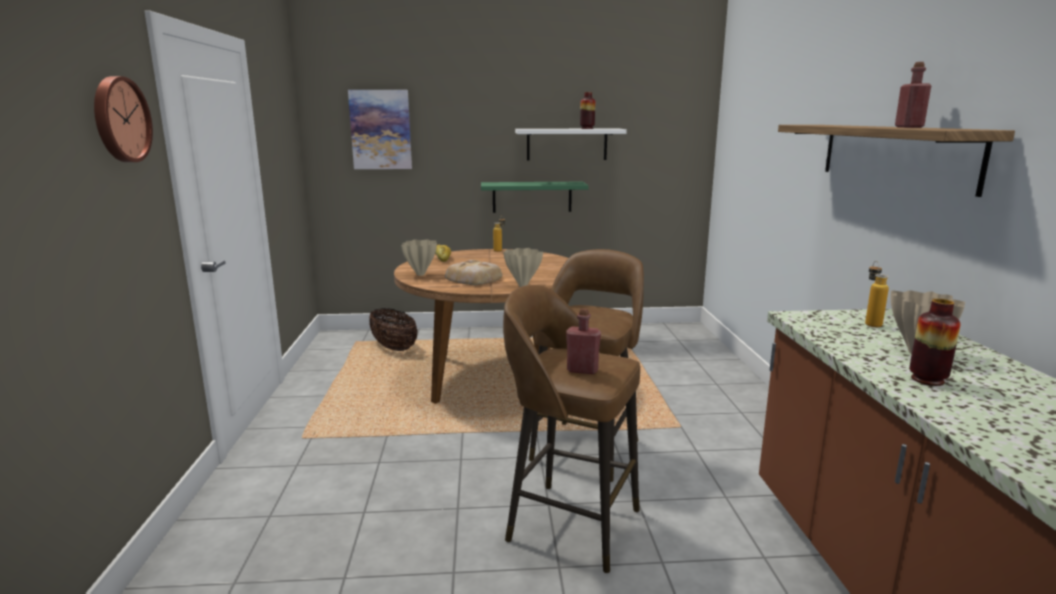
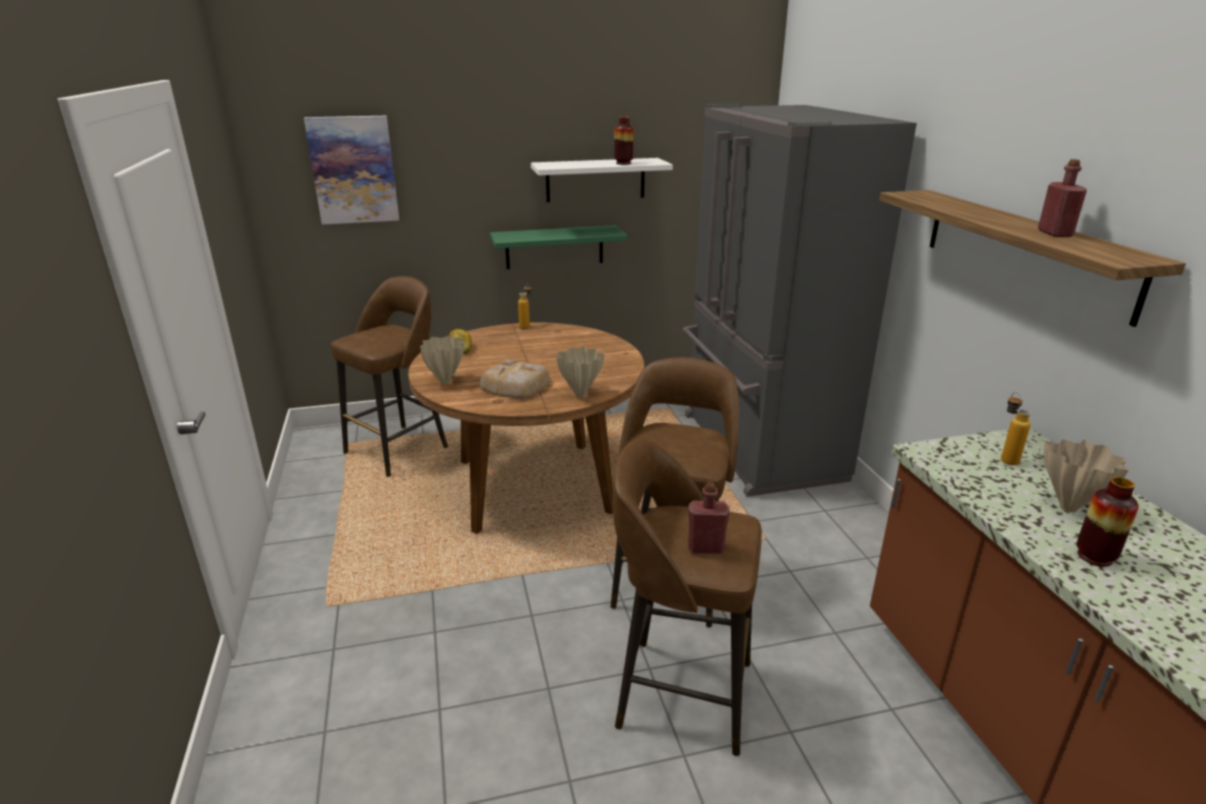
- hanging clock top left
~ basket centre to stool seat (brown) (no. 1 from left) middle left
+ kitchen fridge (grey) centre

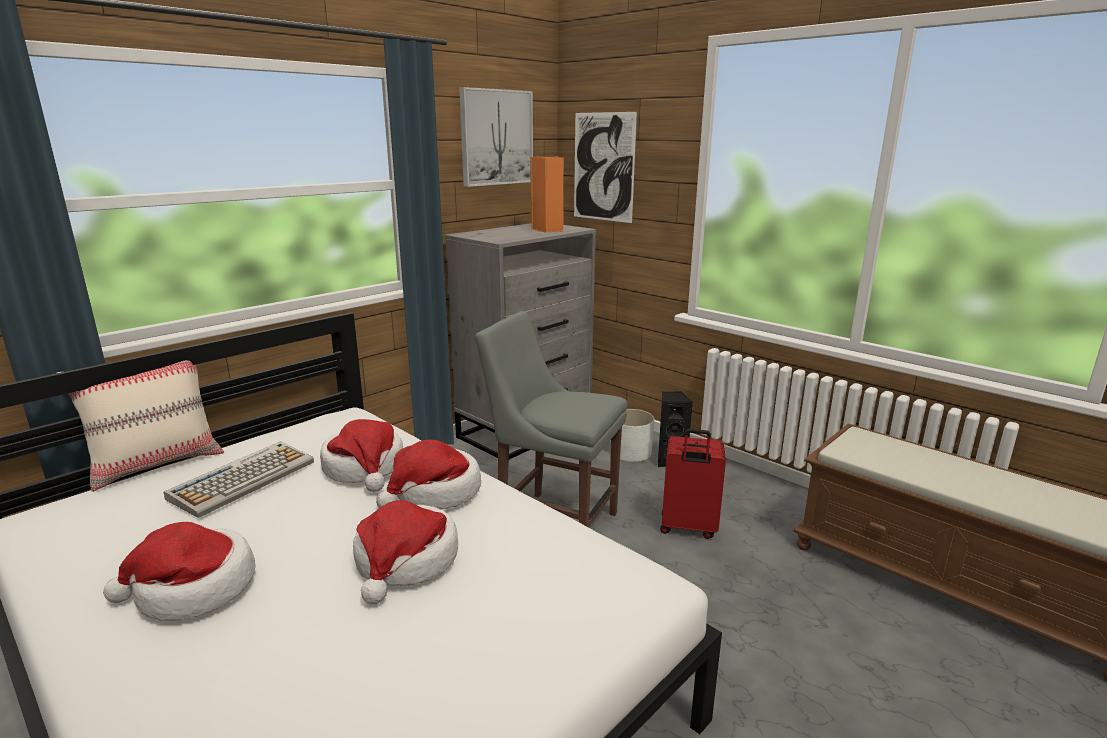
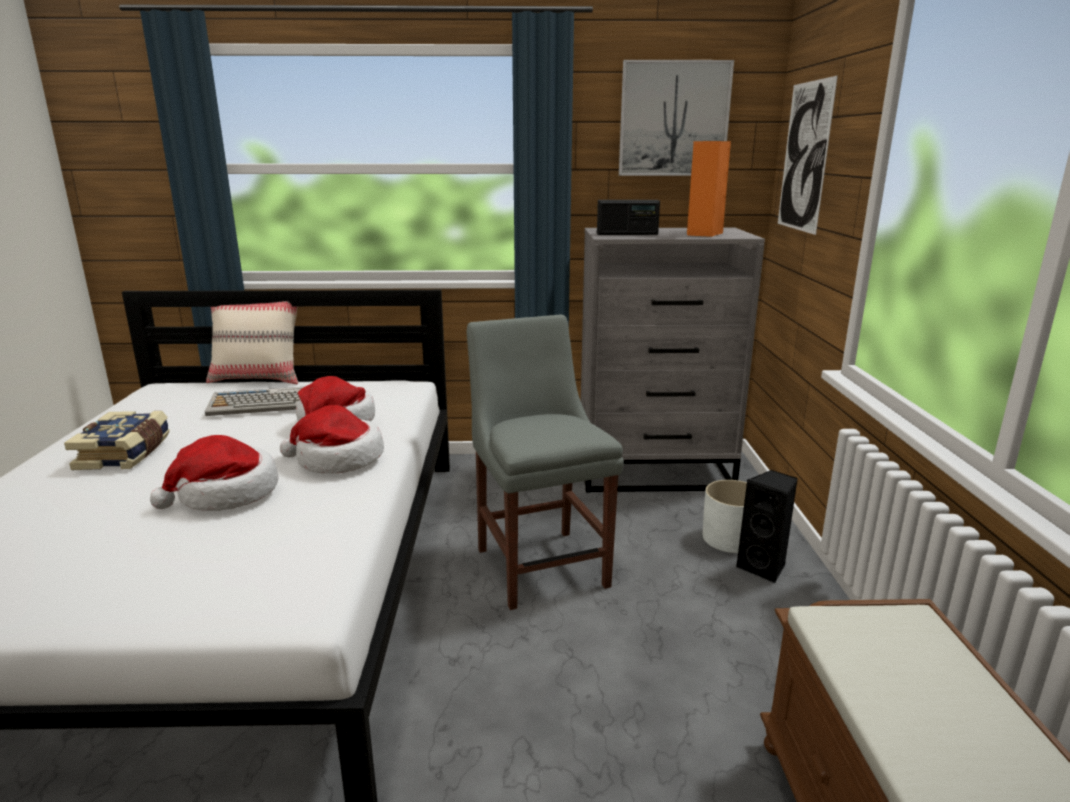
- travel case (reddish) centre
~ hat (no. 1 from left) bottom left to volume middle left
+ radio set top centre

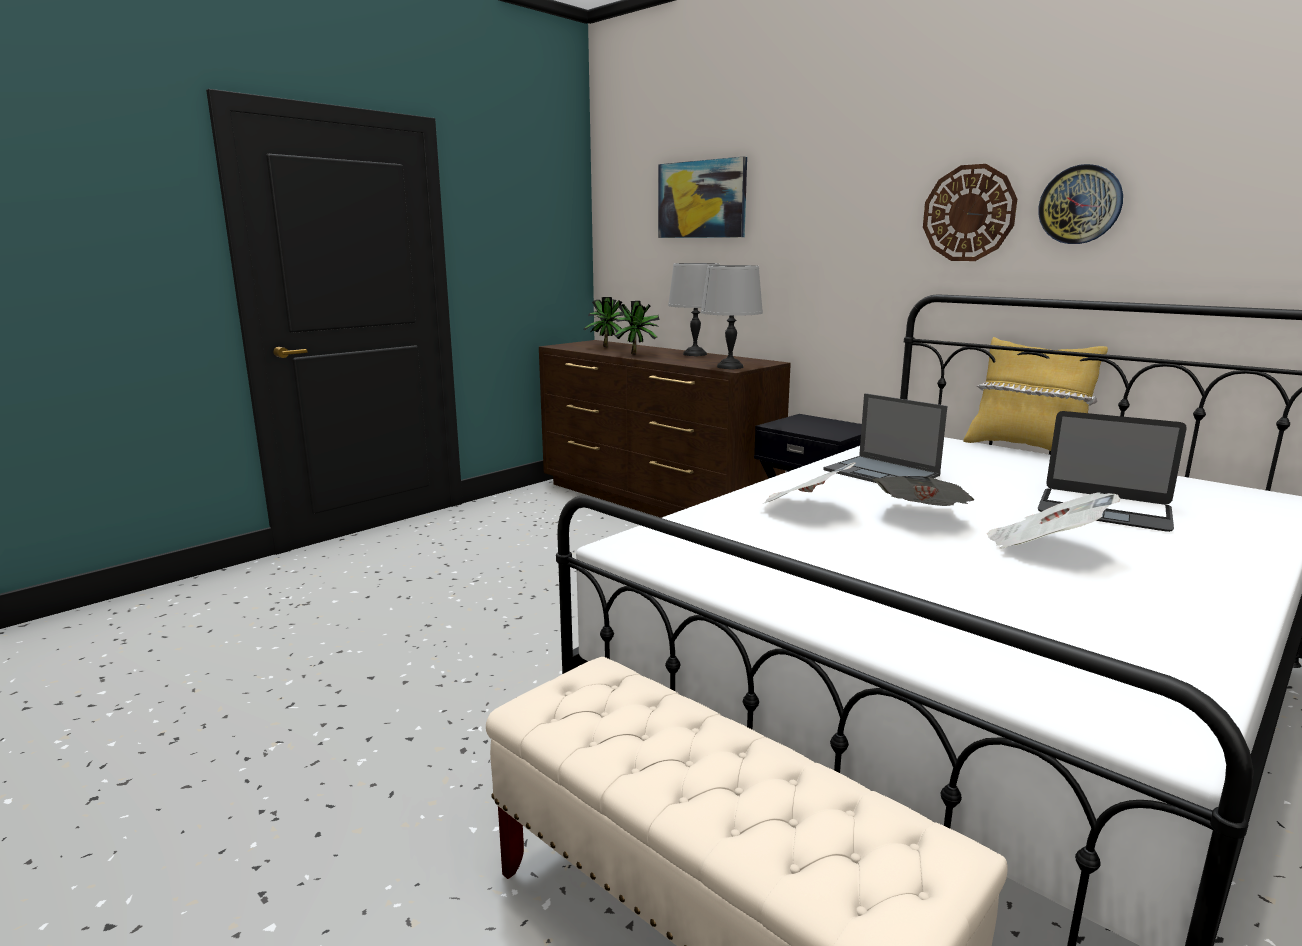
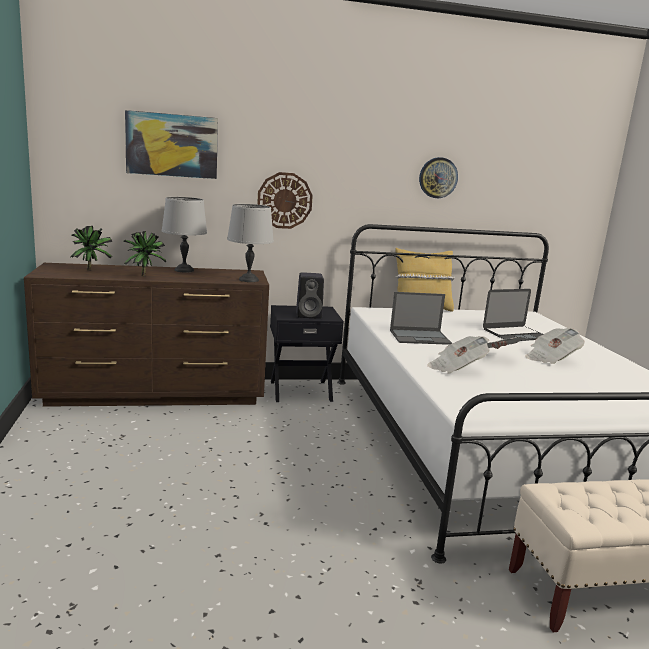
~ hanging clock (no. 1 from left) top right to top centre
+ speaker (black-coloured) centre

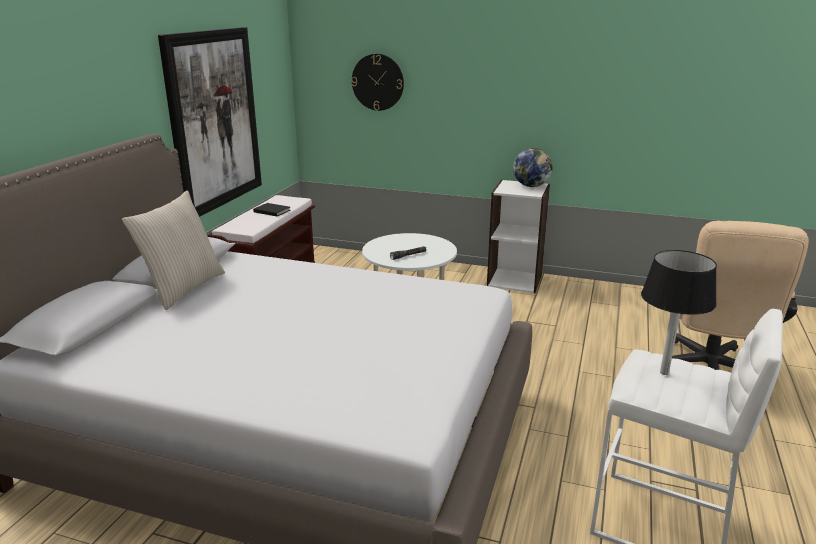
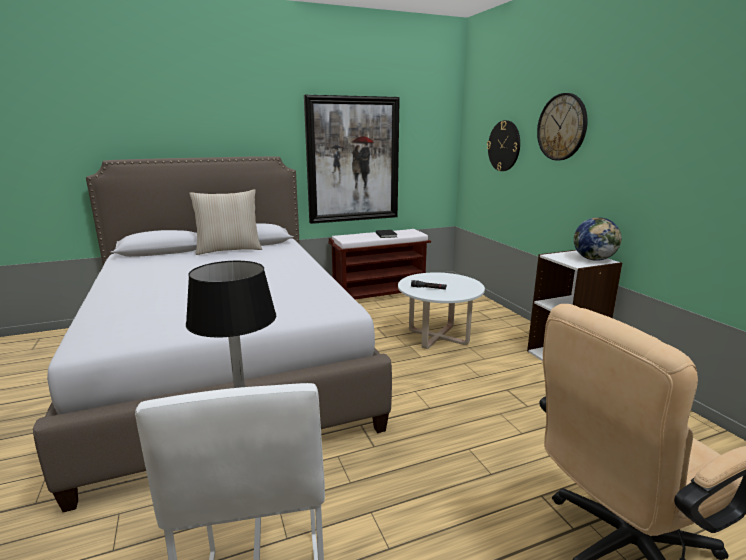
+ hanging clock (no. 2 from left) top right

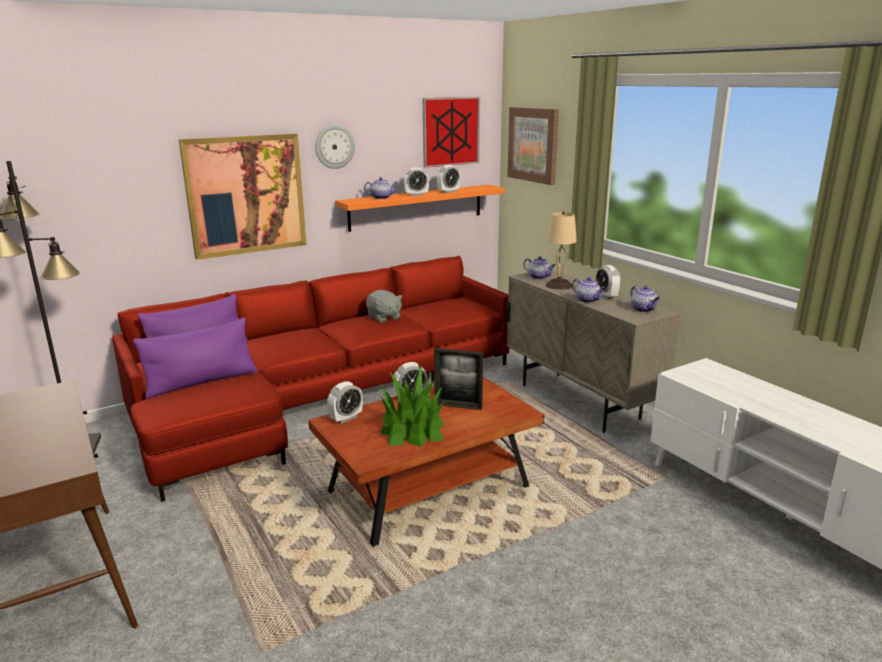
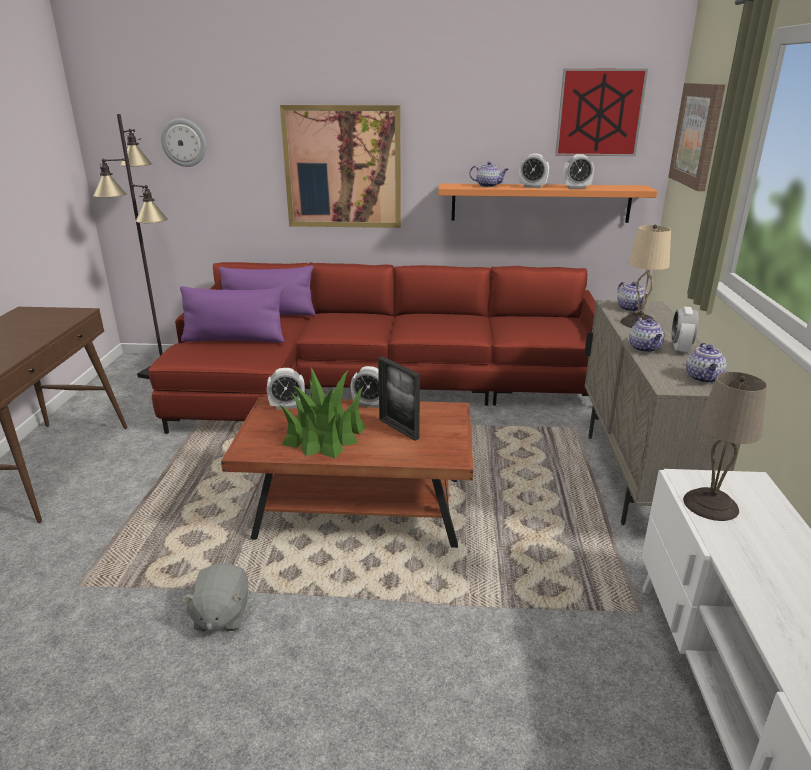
~ hanging clock top centre to top left
~ soft toy (grey) centre to bottom left
+ tabletop lamp (beige) (no. 2 from left) middle right

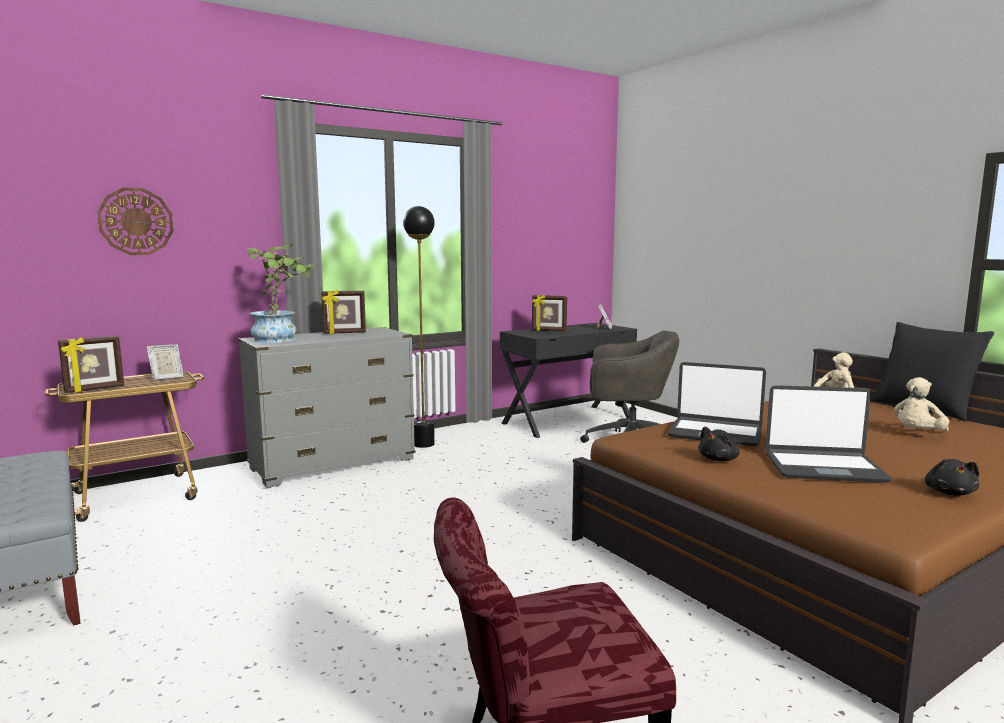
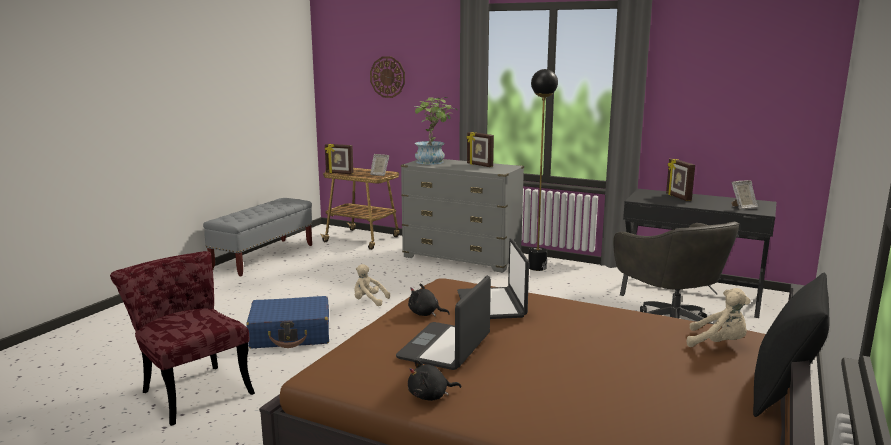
~ soft toy (beige) (no. 2 from left in the first image) middle right to soft toy (beige) (no. 1 from left) centre
~ notebook computer (no. 2 from left in the first image) middle right = bottom centre 45 degrees clockwise
+ travel case (blue-coloured) bottom left

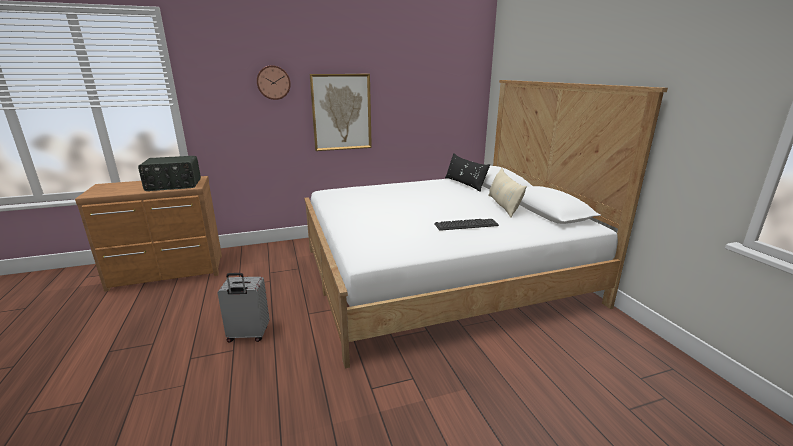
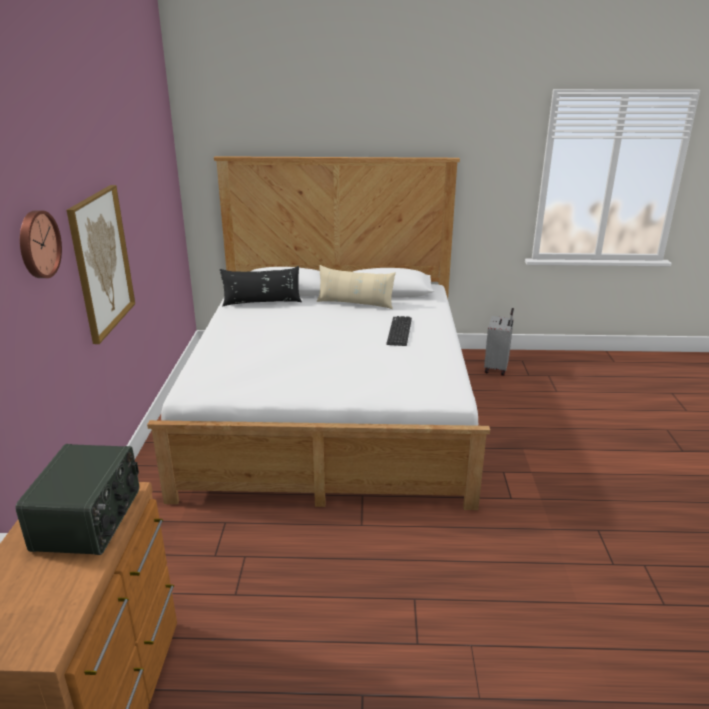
~ travel case (grey) bottom left to middle right

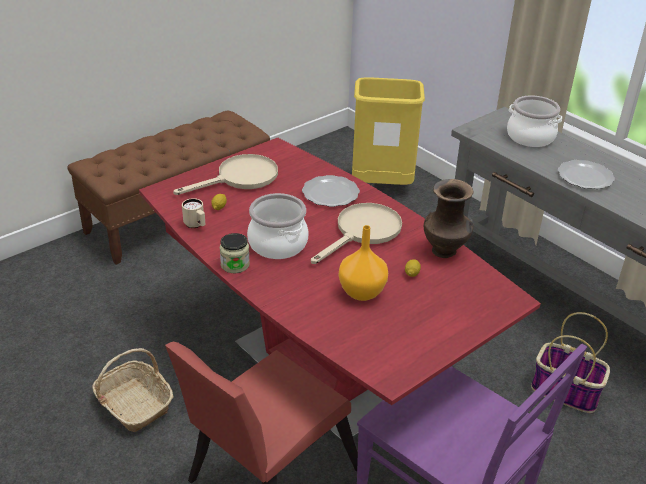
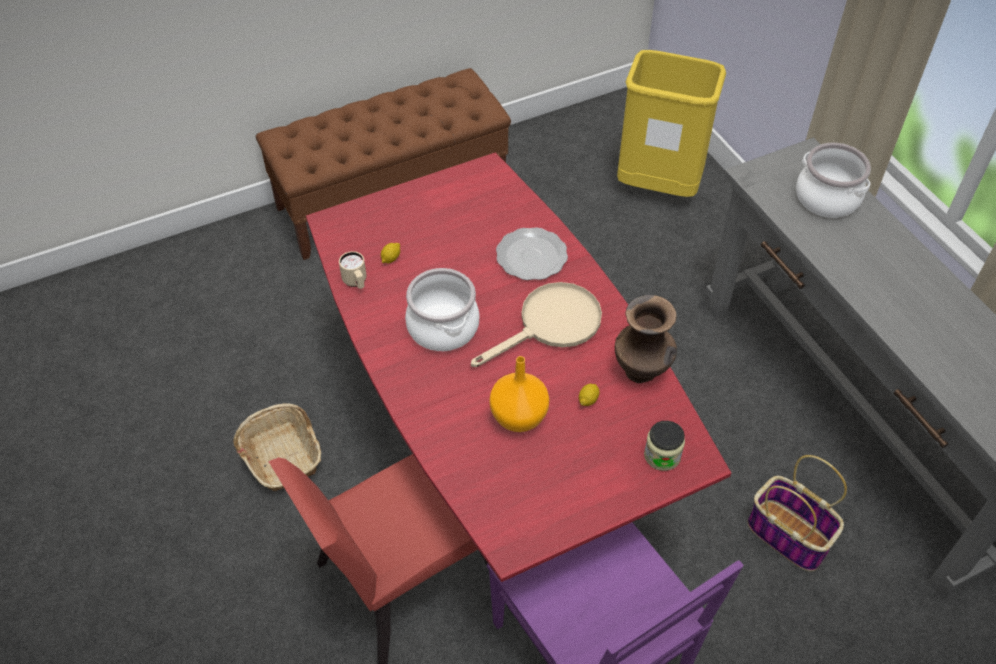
- skillet (beige) (no. 1 from left) centre
- dinner plate (no. 2 from left) middle right
~ preserve jar centre to bottom right

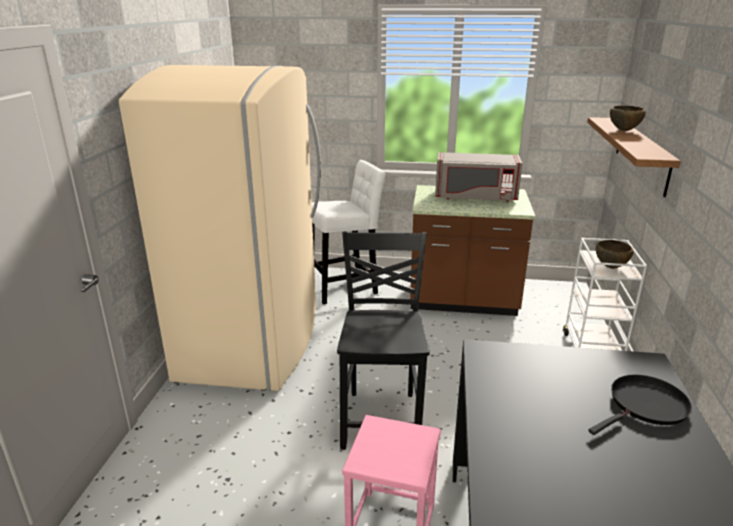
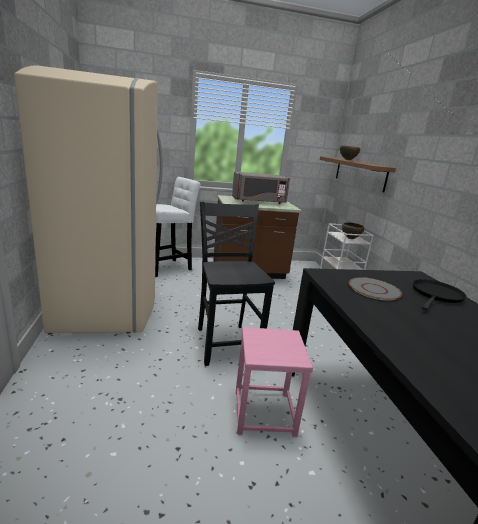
+ dinner plate (grey) middle right

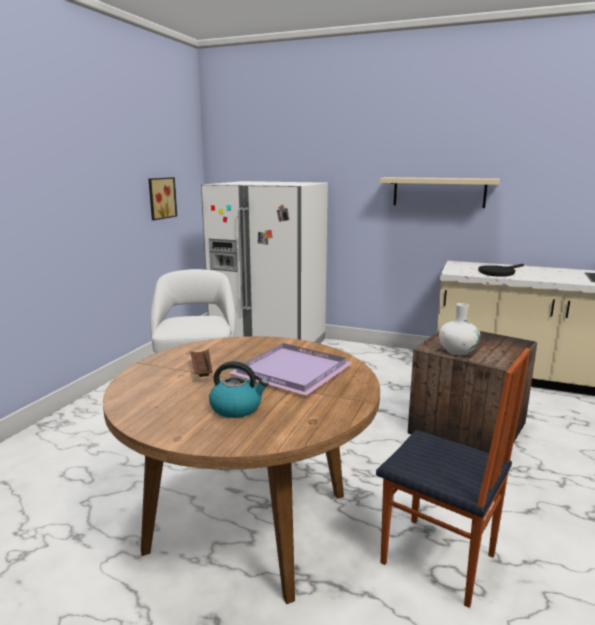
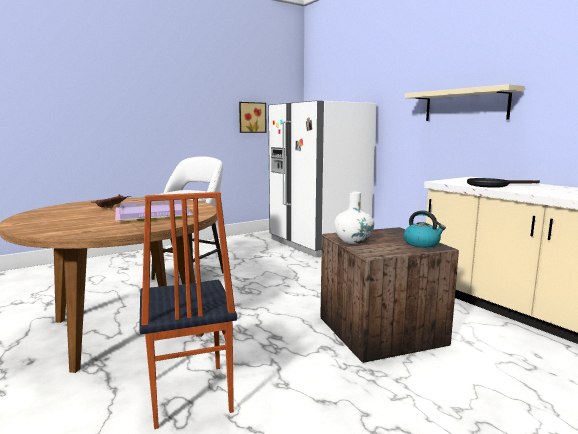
~ kettle centre to middle right

